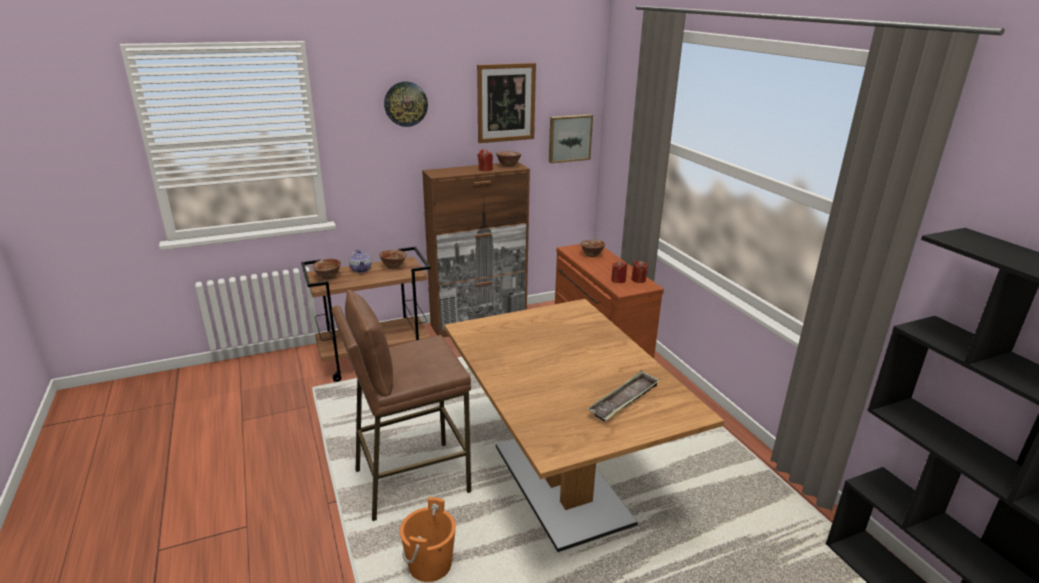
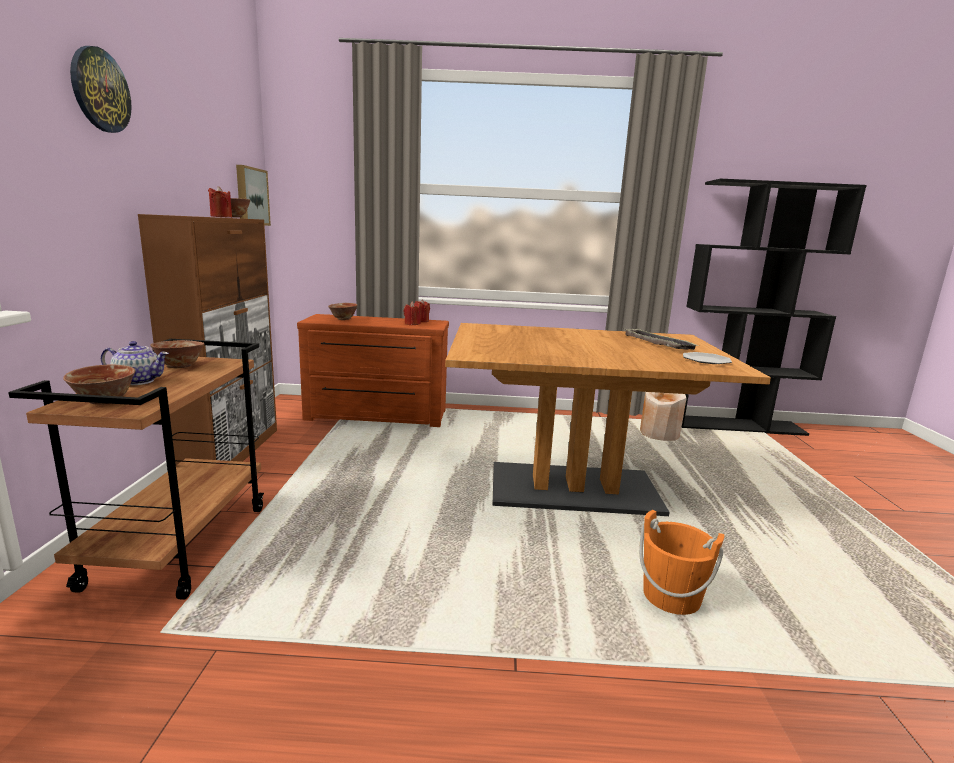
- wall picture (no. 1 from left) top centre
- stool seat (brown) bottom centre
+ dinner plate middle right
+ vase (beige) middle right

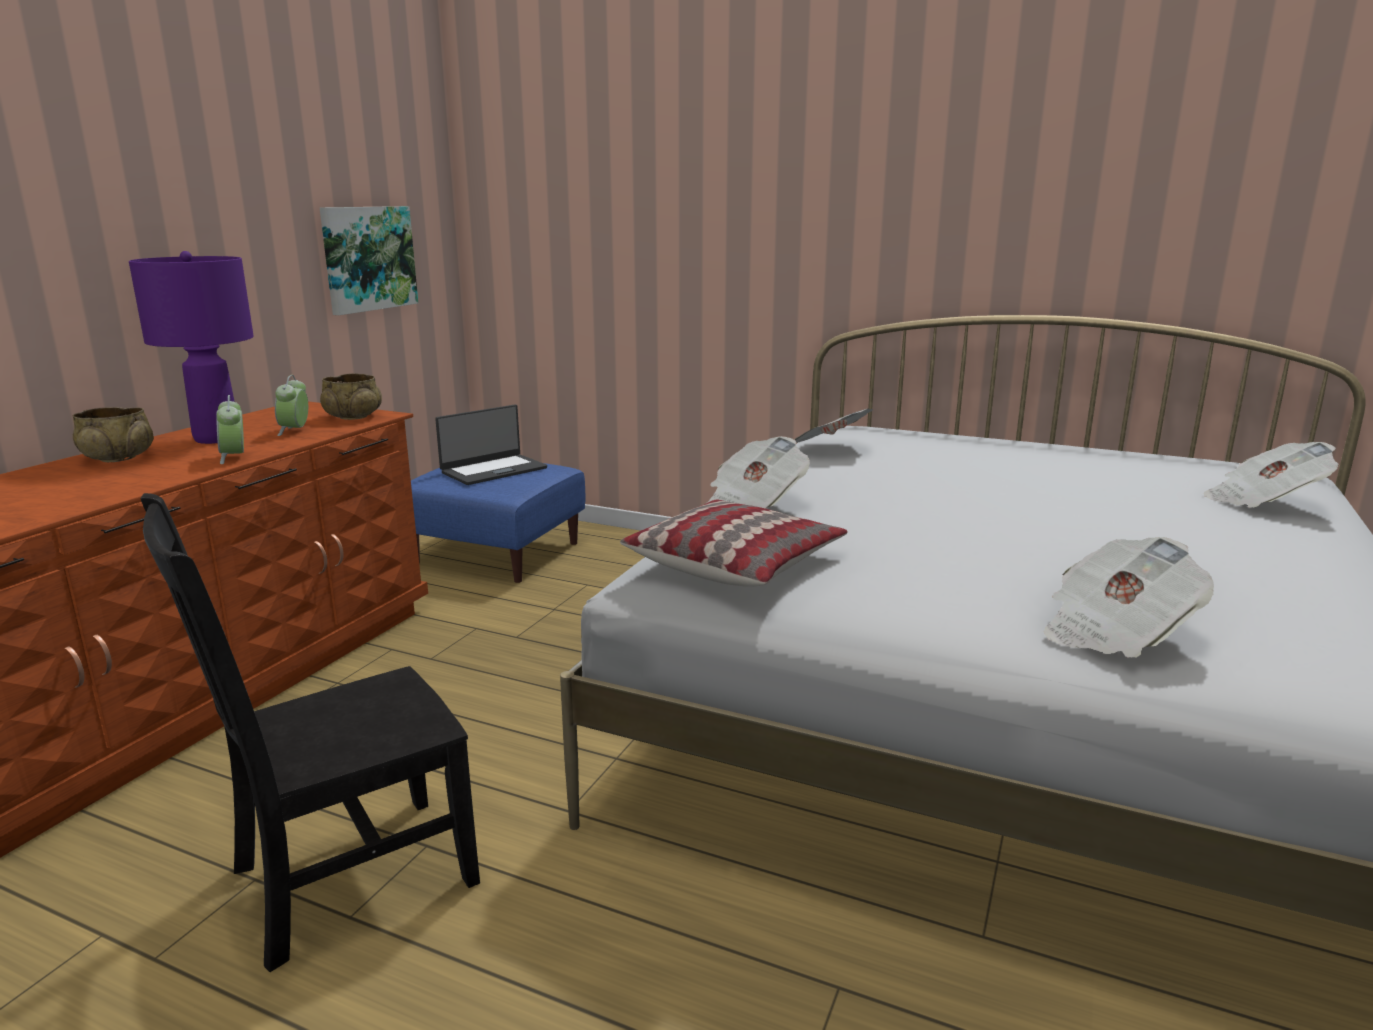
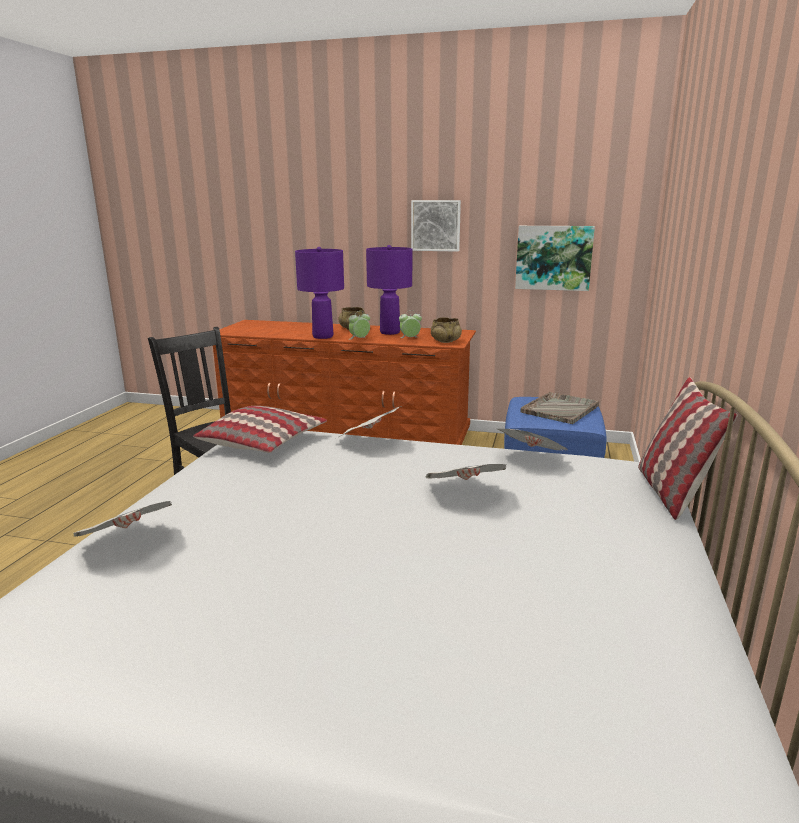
~ notebook computer centre to serving tray (grey) middle right
~ daily paper (no. 4 from left in the first image) middle right to daily paper (no. 3 from left) centre
+ wall picture (no. 1 from left) top centre
+ tabletop lamp (purple) (no. 1 from left) centre
+ throw pillow (no. 2 from left) middle right

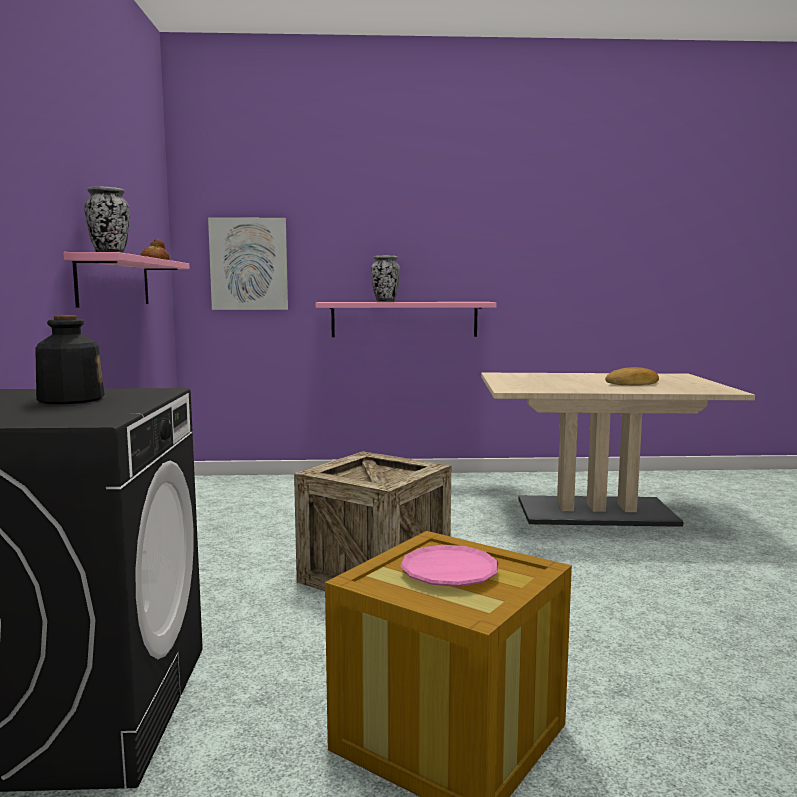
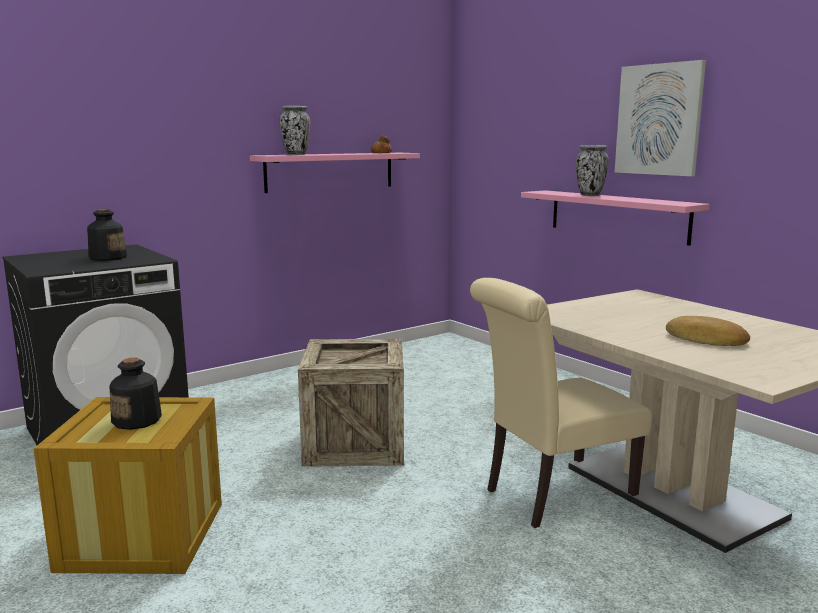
~ wall picture top left to top right
~ dinner plate (pinkish) bottom centre to beverage bottle (no. 2 from left) middle left
+ chair (beige) middle right

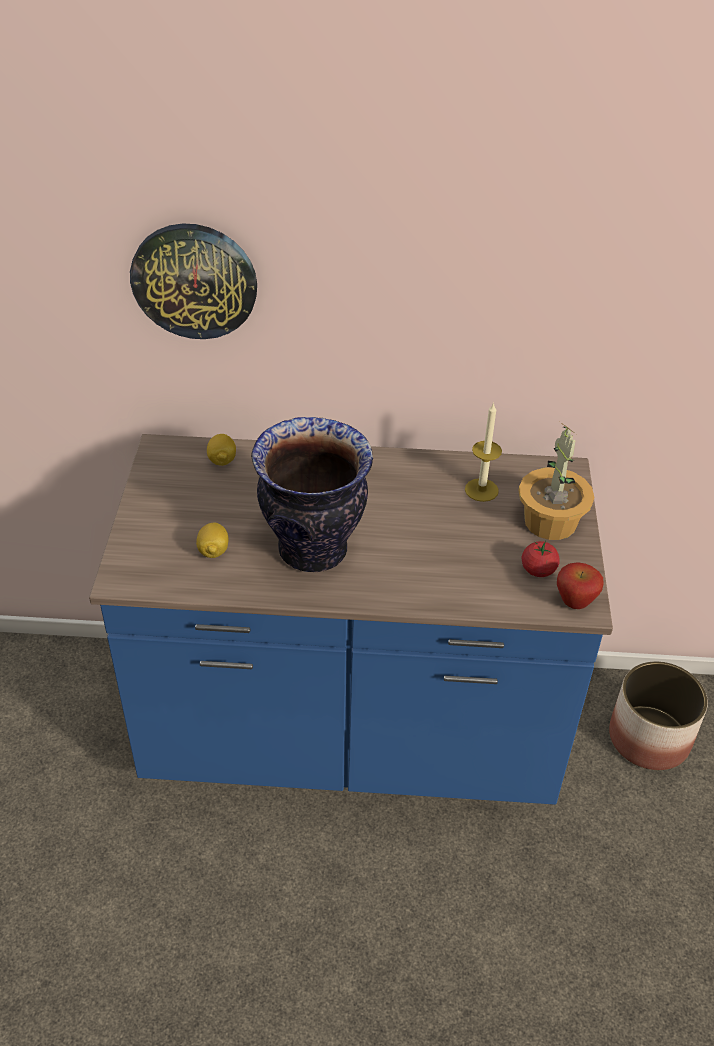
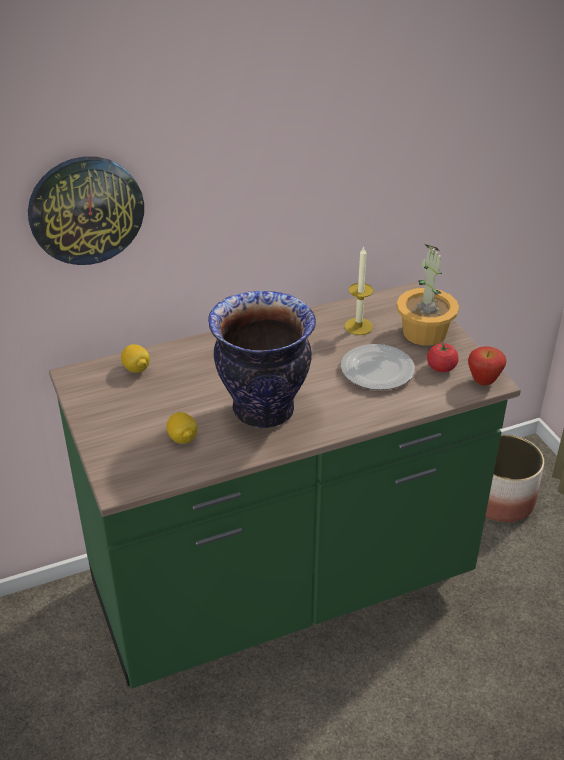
~ counter (blue-coloured) centre to counter (green) centre
+ dinner plate middle right

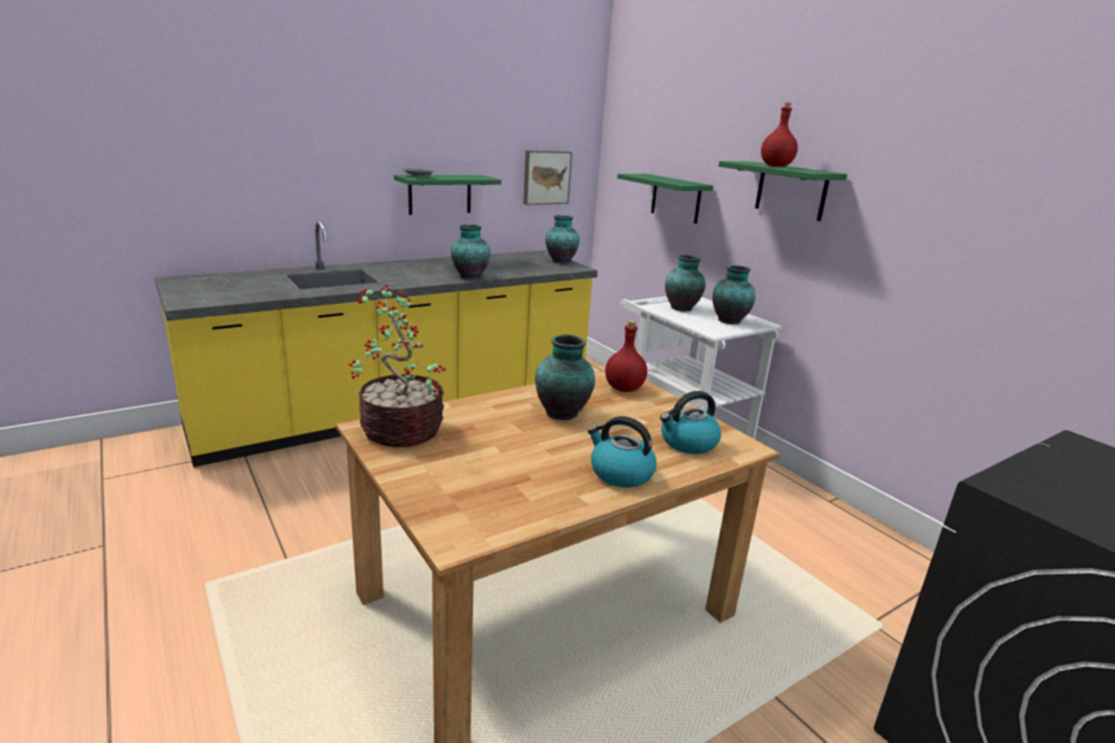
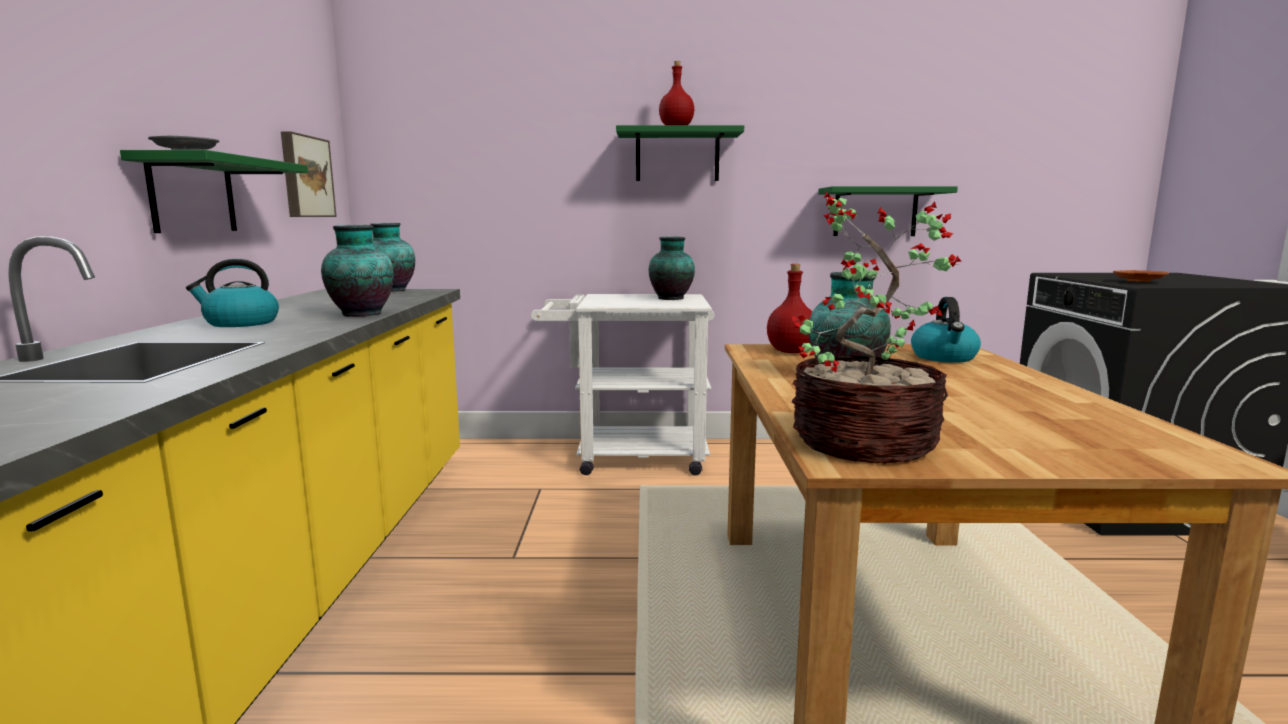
~ bracket shelf (green) (no. 2 from left in the first image) top centre to bracket shelf (green) (no. 3 from left) top right
- vase (no. 4 from left) centre
~ kettle (no. 1 from left) centre to middle left
+ dinner plate (brown) middle right

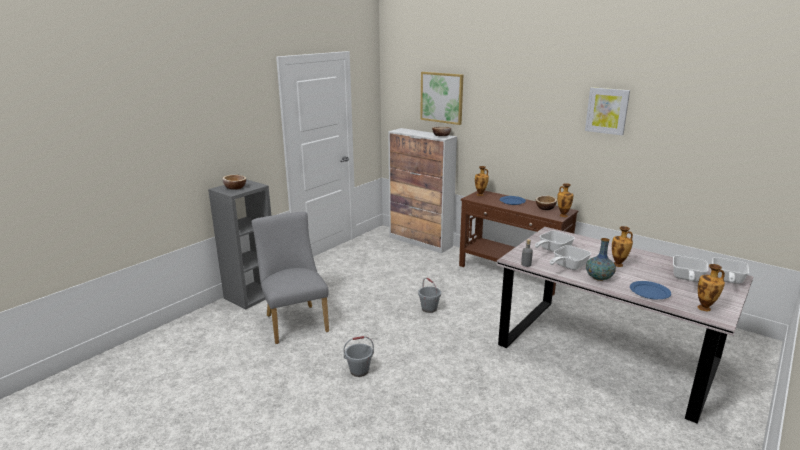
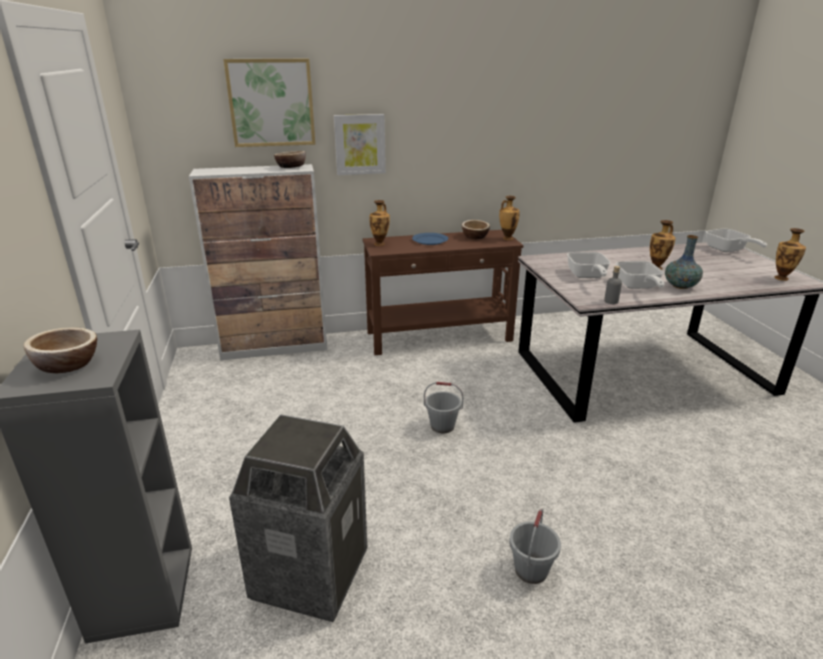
~ wall picture (no. 2 from left) top right to top centre
~ chair (grey) centre to trash can bottom centre
- skillet (no. 3 from left) middle right
- dinner plate (blue-coloured) (no. 2 from left) middle right

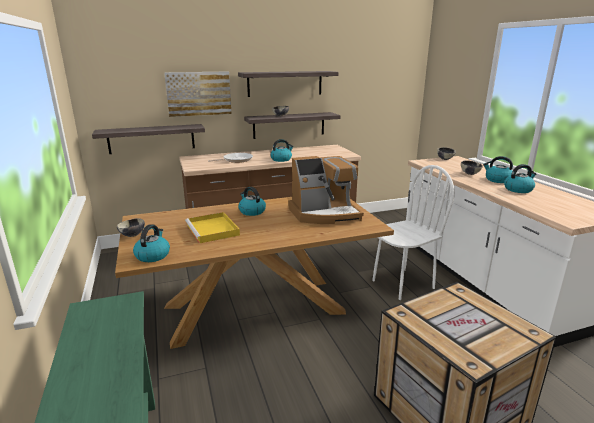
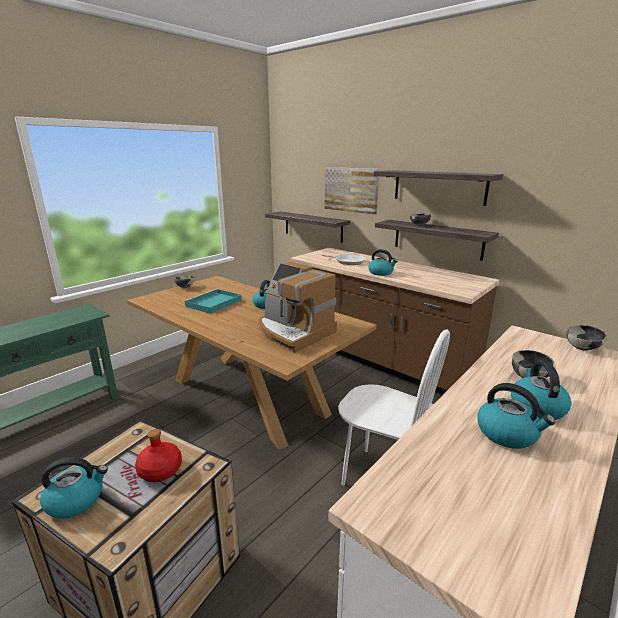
~ serving tray (yellow-coloured) centre to serving tray (turquoise-coloured) centre
~ kettle (no. 1 from left) middle left to bottom left
+ beverage bottle (reddish) bottom left

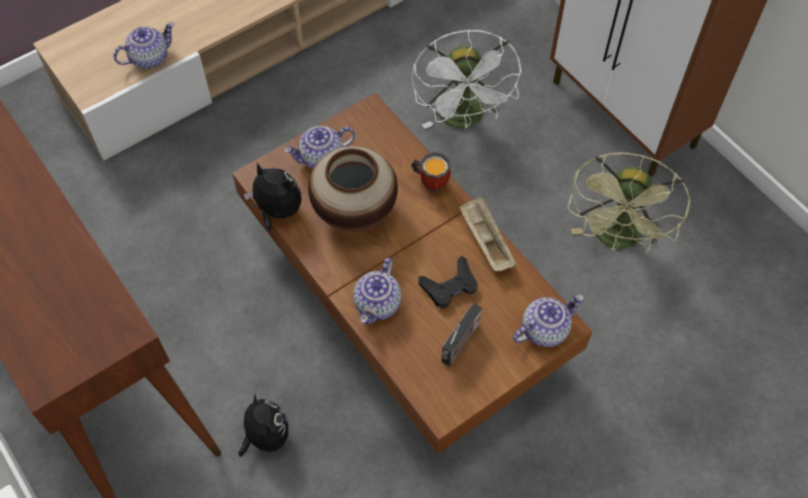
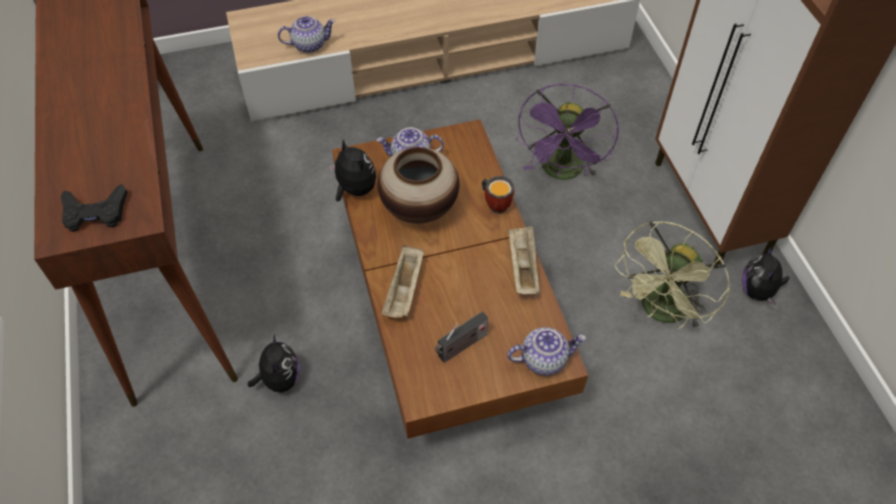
~ fan (whitish) top centre to fan (purple) top centre
~ joypad (black-coloured) centre to middle left
~ tea pot (no. 3 from left) centre to serving tray (beige) (no. 1 from left) centre
+ soft toy (no. 3 from left) middle right

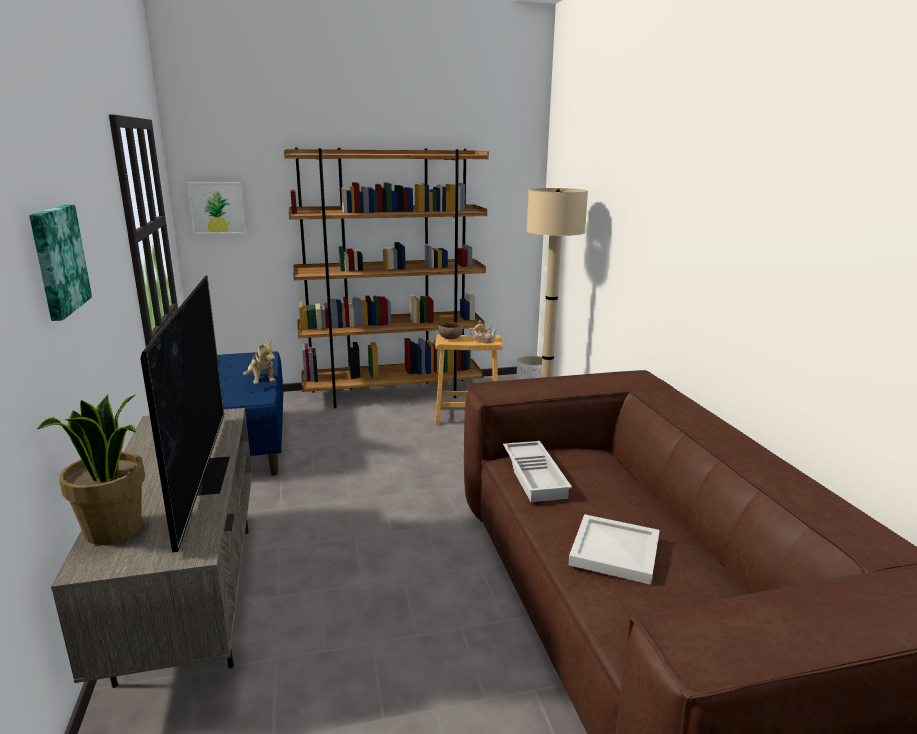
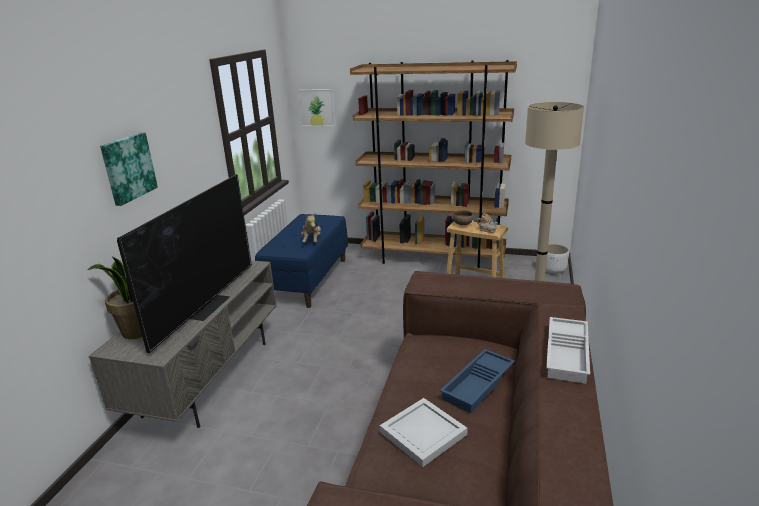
~ serving tray (whitish) (no. 1 from left in the first image) centre to serving tray (whitish) (no. 2 from left) bottom right
+ serving tray (blue-coloured) bottom centre

